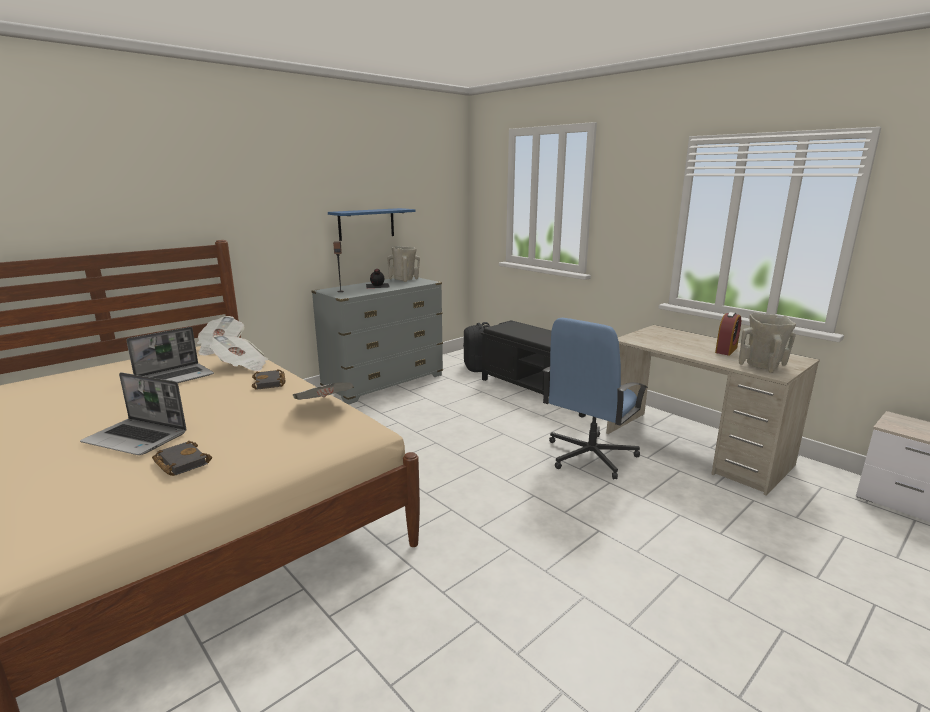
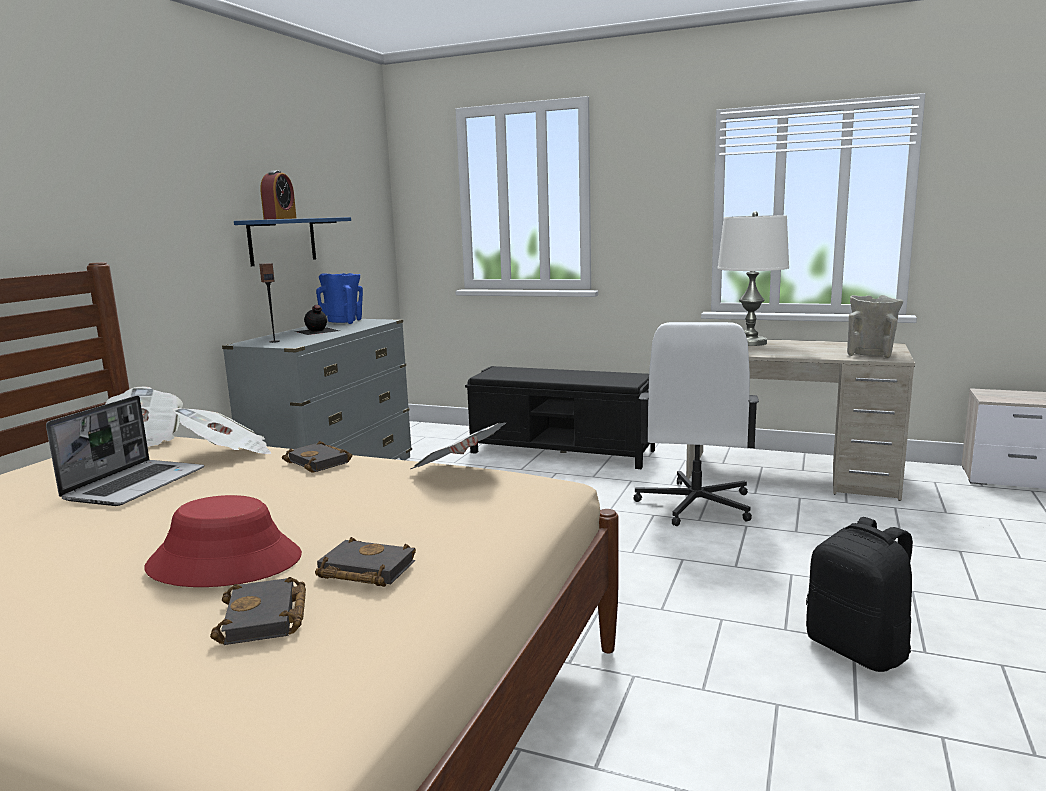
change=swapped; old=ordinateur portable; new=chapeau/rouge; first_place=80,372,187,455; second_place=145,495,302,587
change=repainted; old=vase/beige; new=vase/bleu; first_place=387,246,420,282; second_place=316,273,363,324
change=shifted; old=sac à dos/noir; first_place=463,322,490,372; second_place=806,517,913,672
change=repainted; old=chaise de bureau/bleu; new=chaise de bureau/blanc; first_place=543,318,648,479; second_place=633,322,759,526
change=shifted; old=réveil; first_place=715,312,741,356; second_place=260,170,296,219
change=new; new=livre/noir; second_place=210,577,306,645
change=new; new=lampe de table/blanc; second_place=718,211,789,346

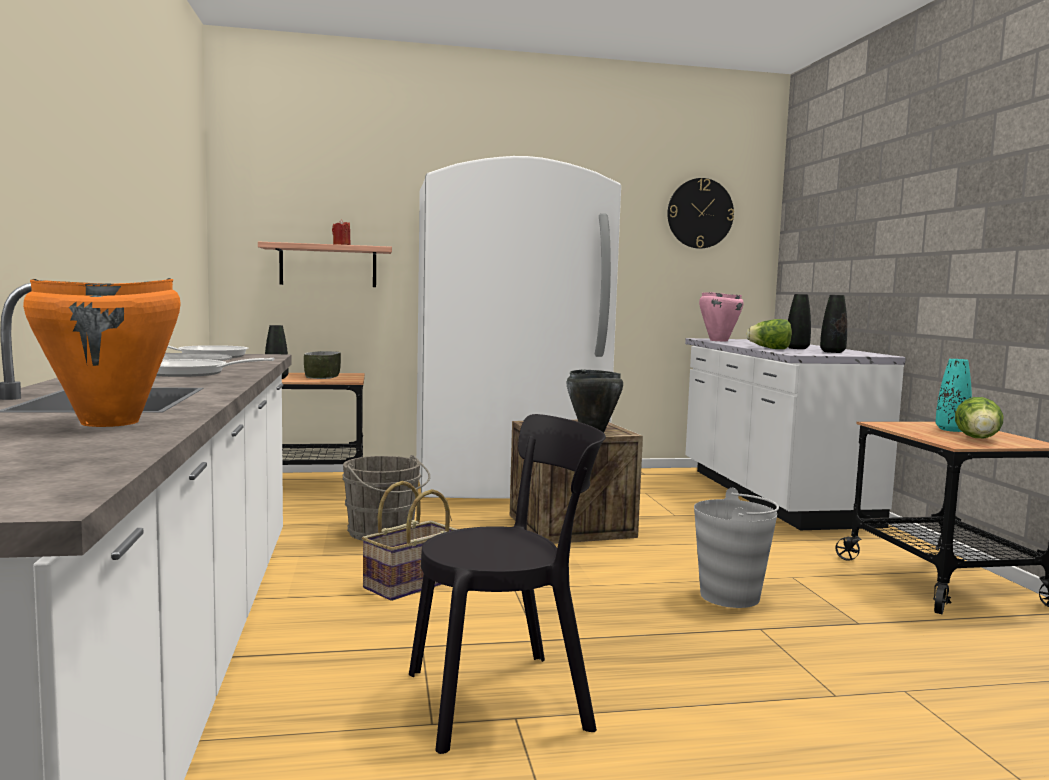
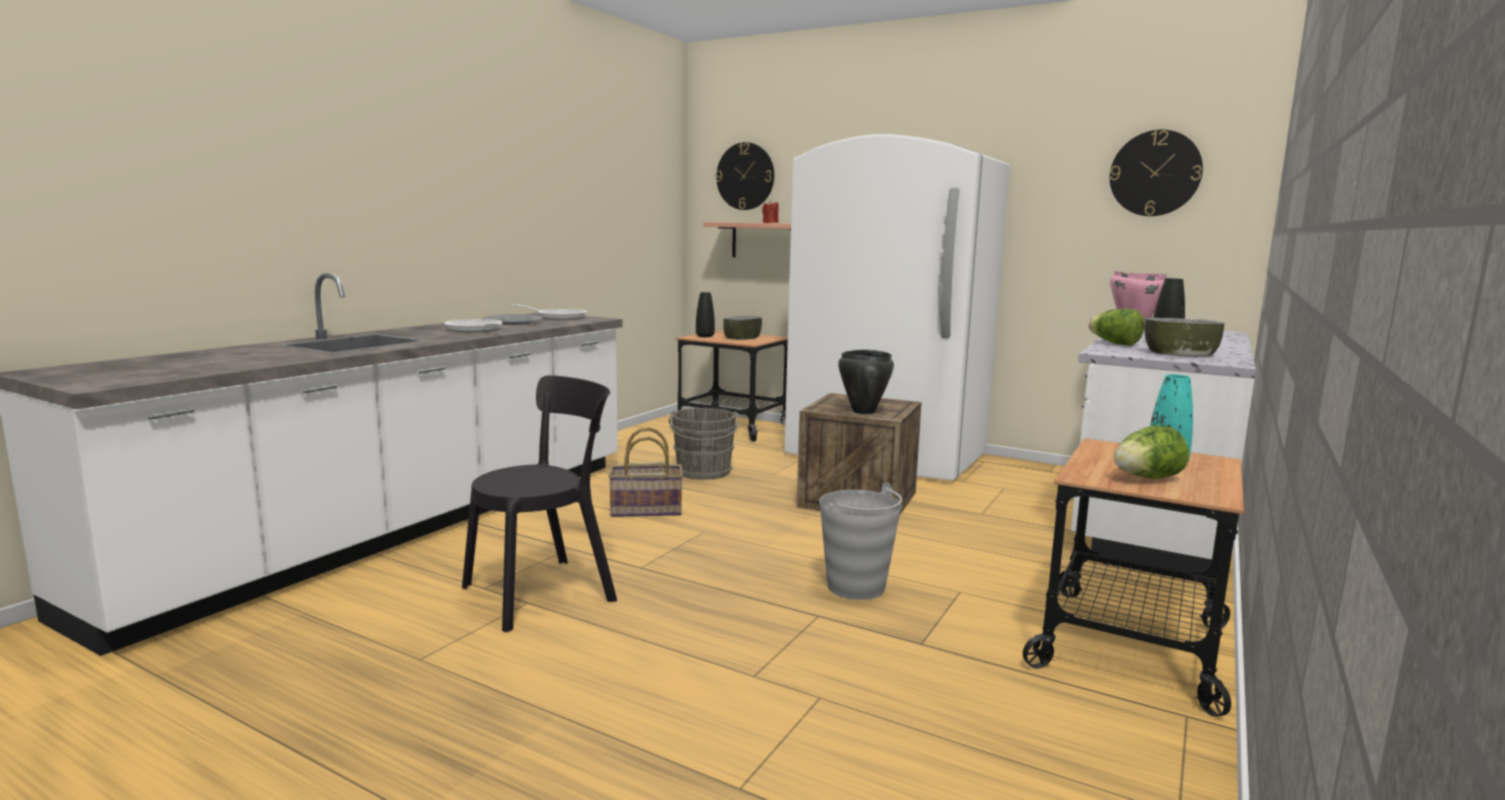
change=gone; old=marmite/orange; first_place=23,278,181,427
change=rotated; old=chaise/noir; first_place=409,414,606,754; second_place=462,375,617,632; degrees=-60
change=swapped; old=vase/noir; new=bol; first_place=820,295,847,353; second_place=1145,318,1225,357
change=new; new=horloge murale; second_place=716,142,774,210

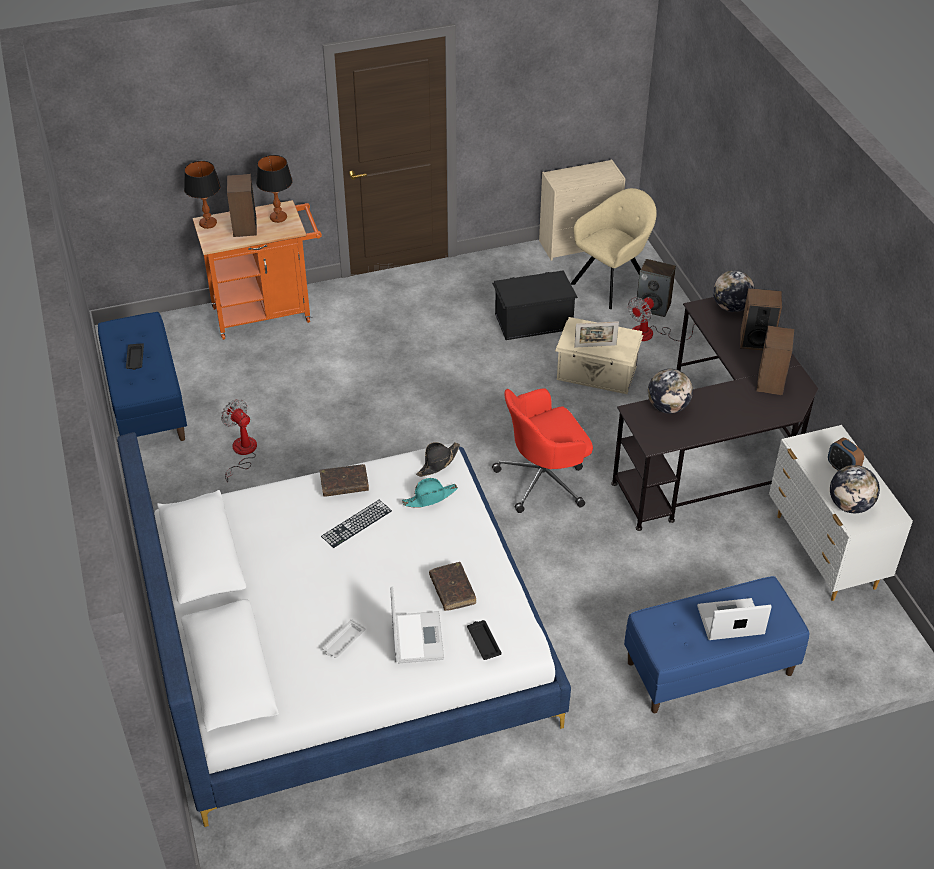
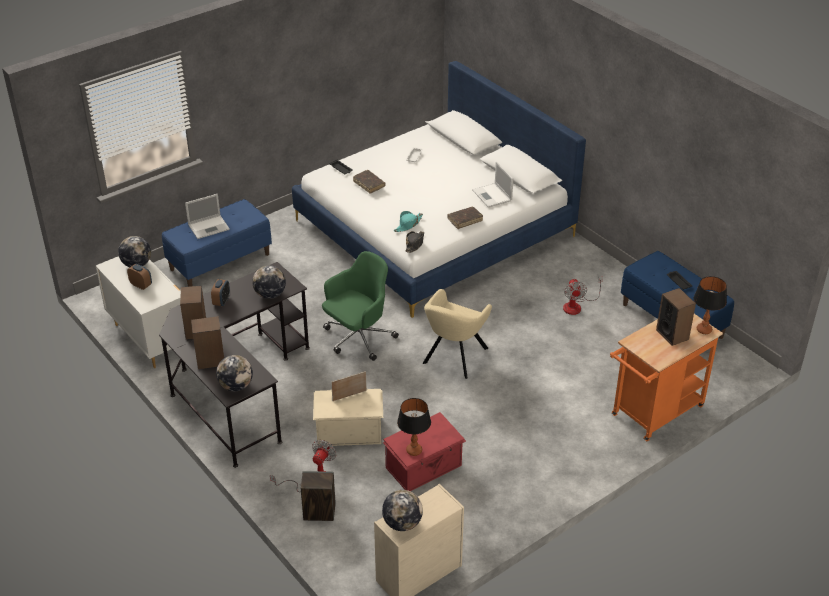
change=rotated; old=ventilateur; first_place=221,399,257,482; second_place=563,277,603,315; degrees=60
change=shifted; old=lampe de table; first_place=256,155,293,223; second_place=397,398,431,456
change=gone; old=clavier; first_place=321,500,392,548
change=shifted; old=ordinateur portable; first_place=390,586,444,663; second_place=472,162,513,208
change=repainted; old=boîte de rangement/noir; new=boîte de rangement/rouge; first_place=492,270,578,340; second_place=383,412,466,491
change=repainted; old=chaise de bureau/rouge; new=chaise de bureau/vert; first_place=492,388,593,513; second_place=322,251,399,361
change=shifted; old=fauteuil/beige; first_place=570,188,657,309; second_place=423,289,492,379
change=new; new=réveil; second_place=211,279,230,307
change=new; new=globe; second_place=382,490,423,531

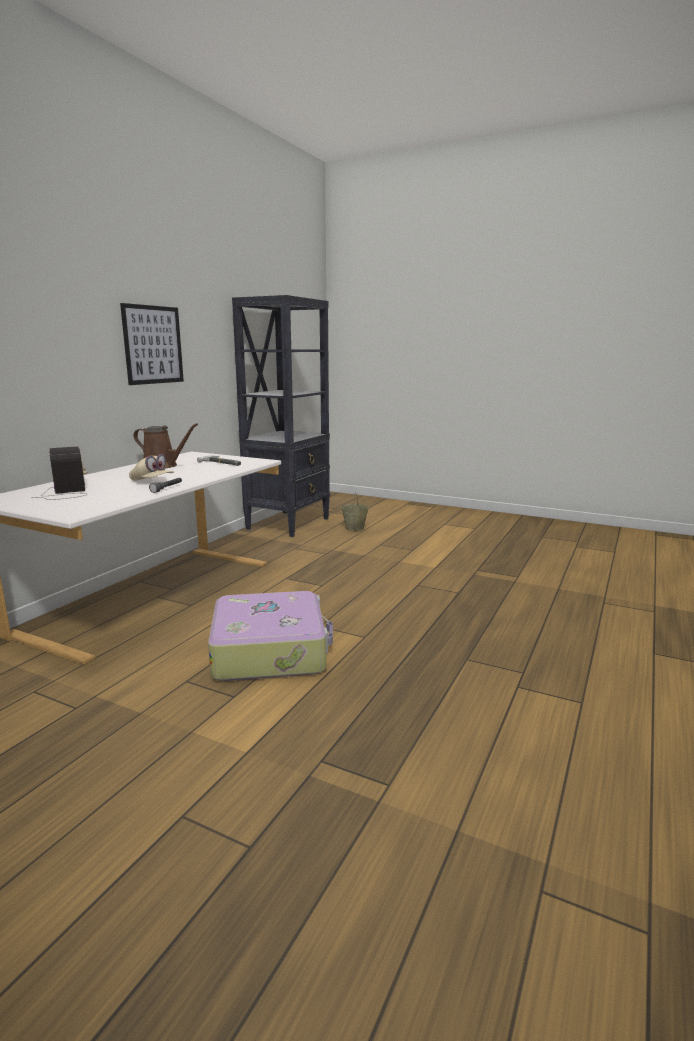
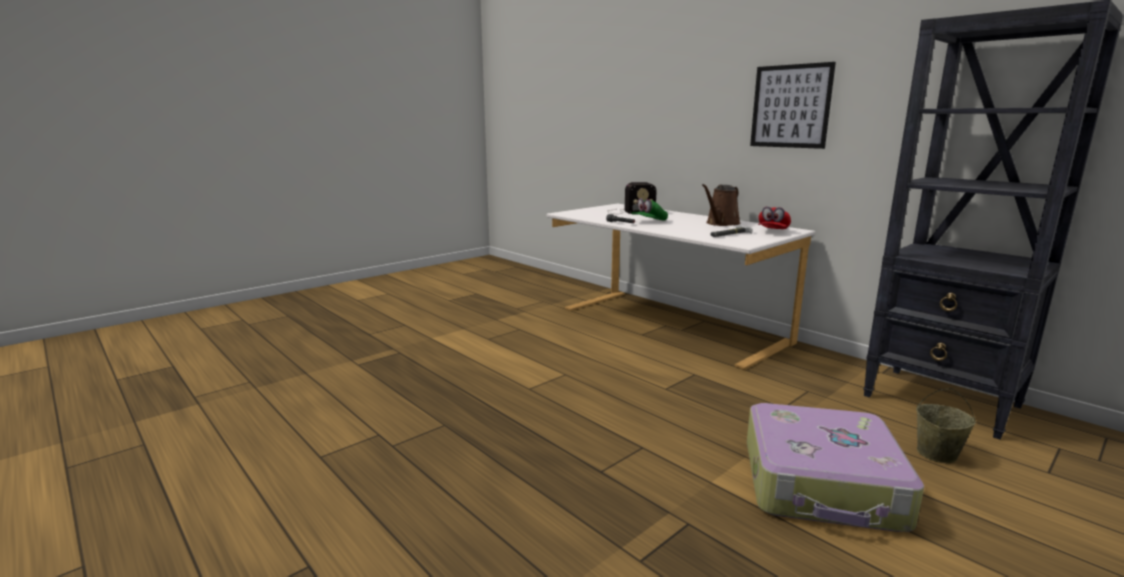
change=repainted; old=casquette/beige; new=casquette/vert; first_place=129,454,174,481; second_place=631,198,668,221
change=shifted; old=valise; first_place=208,591,333,681; second_place=747,403,924,532
change=new; new=casquette/rouge; second_place=758,206,791,229

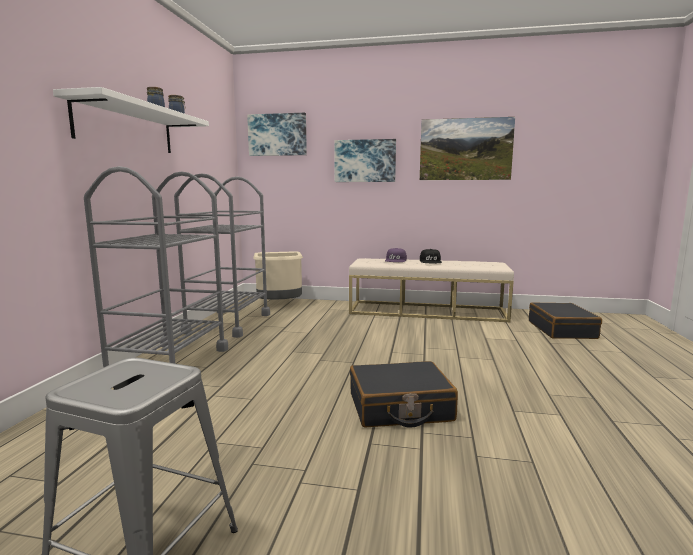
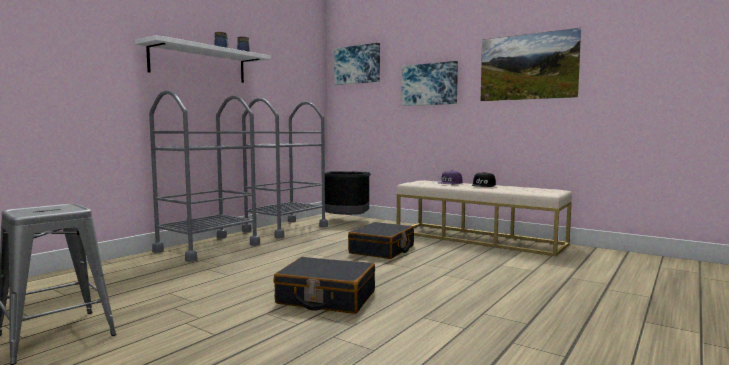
change=repainted; old=poubelle/beige; new=poubelle/noir; first_place=253,251,303,300; second_place=325,171,371,215
change=shifted; old=valise/noir; first_place=529,302,602,339; second_place=348,222,414,259

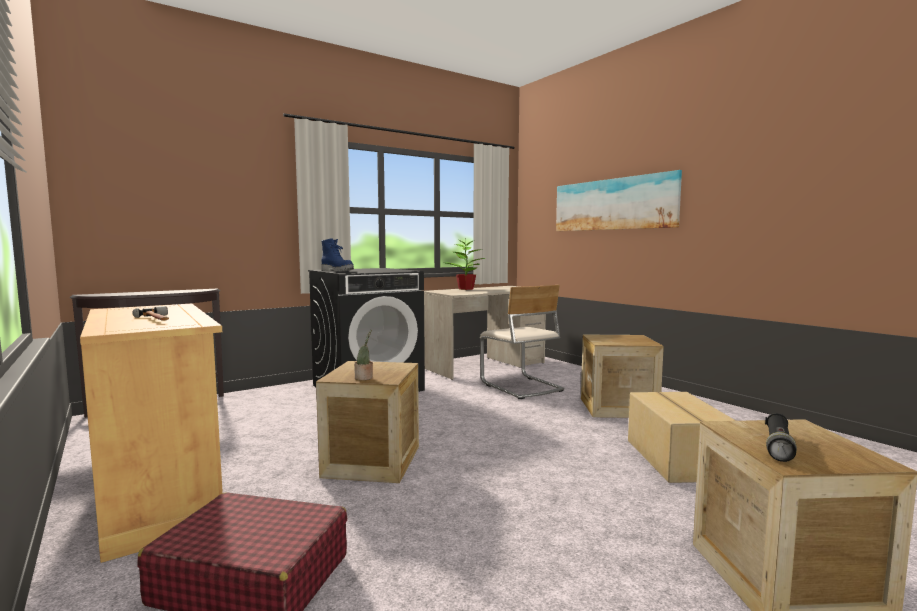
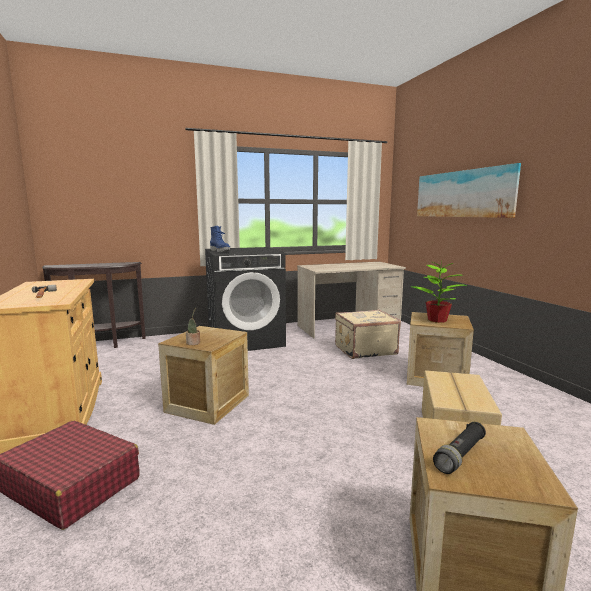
change=shifted; old=plante en pot; first_place=446,240,485,290; second_place=412,259,467,323
change=swapped; old=chaise/beige; new=valise/beige; first_place=480,285,565,399; second_place=335,310,401,359

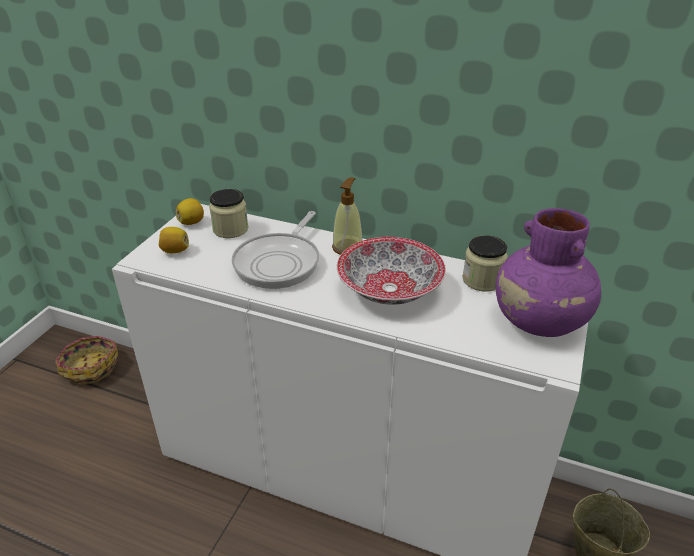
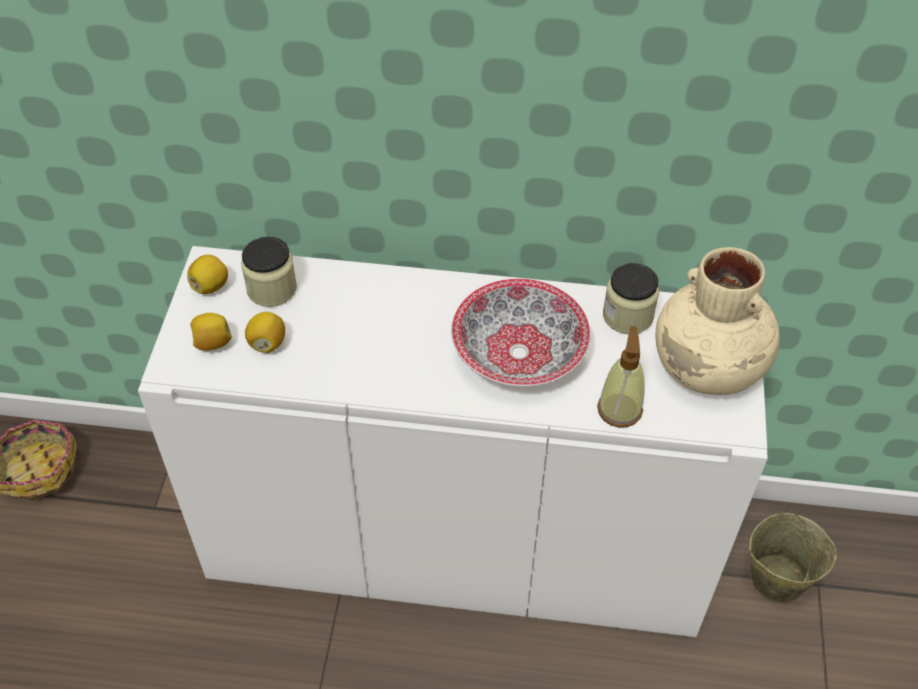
change=gone; old=poêle; first_place=232,211,319,289
change=shifted; old=distributeur de savon; first_place=332,177,362,255; second_place=597,326,645,428
change=repainted; old=vase/violet; new=vase/beige; first_place=496,208,601,337; second_place=656,247,780,395
change=new; new=citron; second_place=245,312,285,353

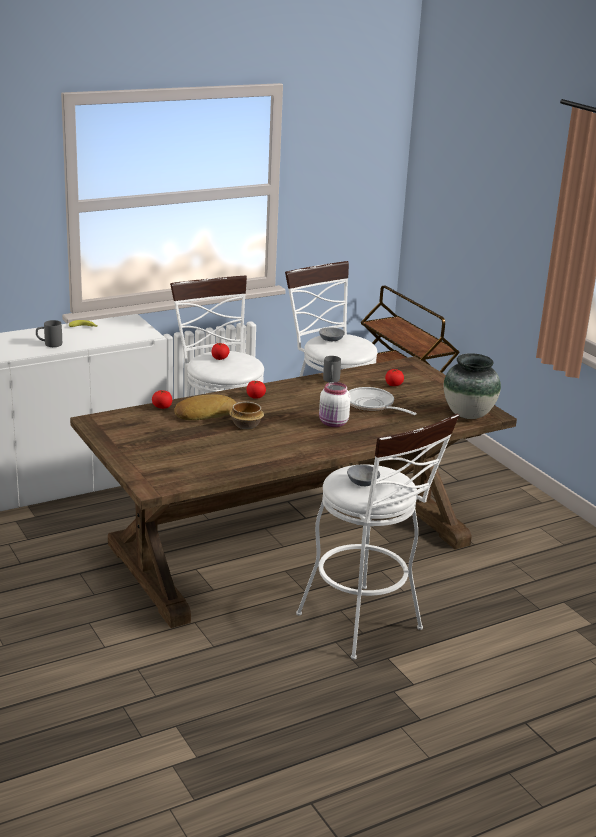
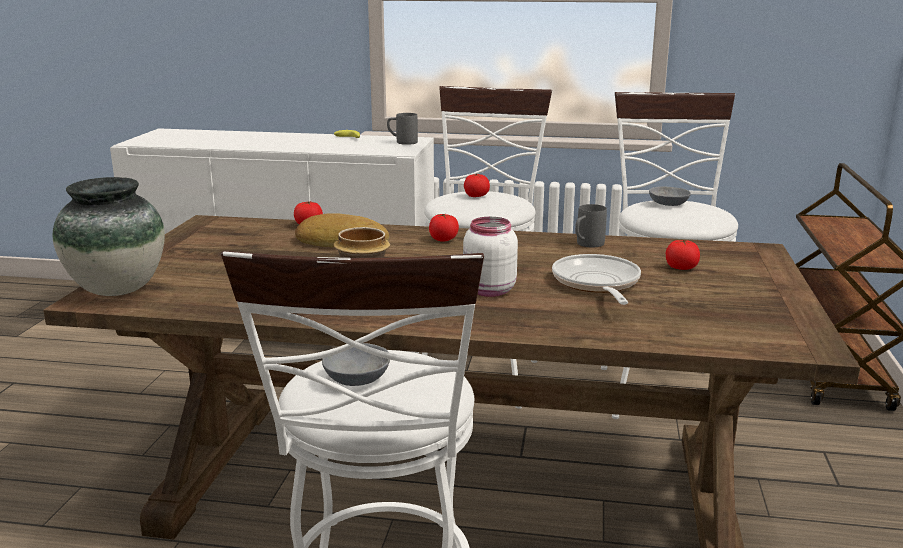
change=shifted; old=mug/gris; first_place=36,320,62,347; second_place=387,113,418,145
change=shifted; old=vase; first_place=443,353,501,419; second_place=53,177,165,296

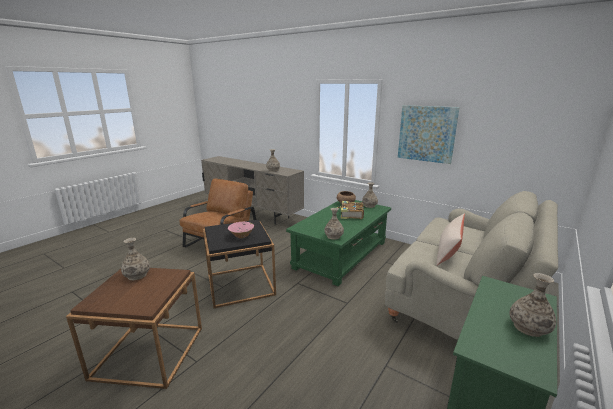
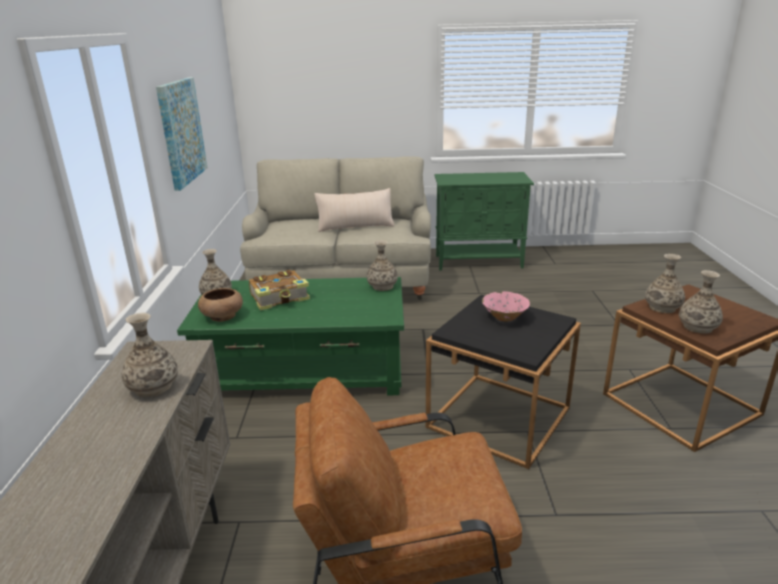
change=shifted; old=vase; first_place=509,273,556,337; second_place=645,254,685,313

